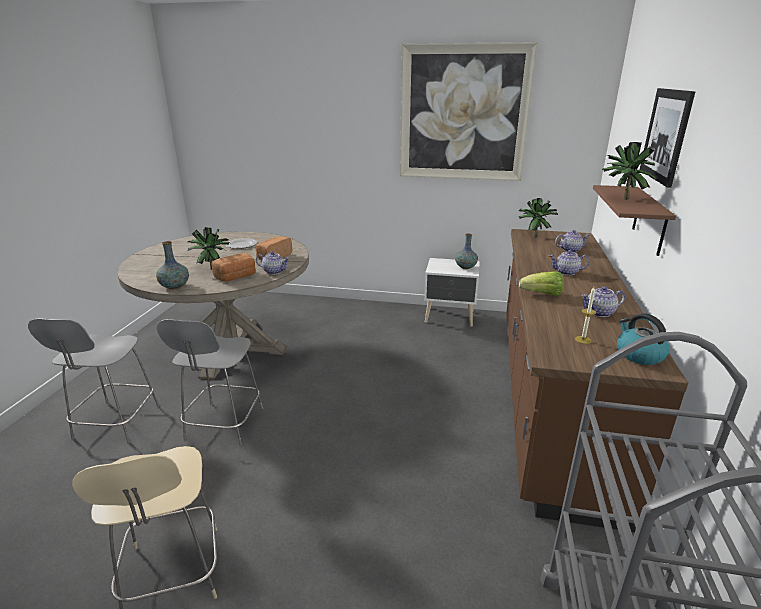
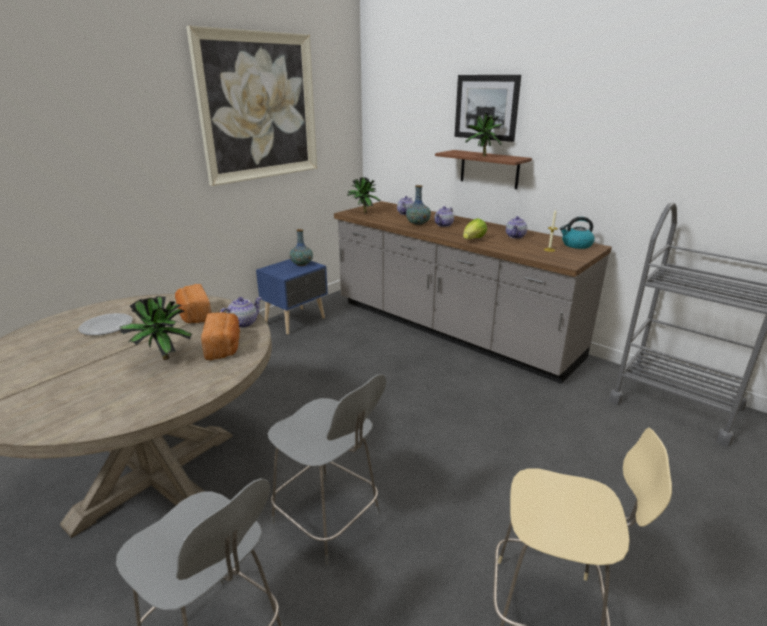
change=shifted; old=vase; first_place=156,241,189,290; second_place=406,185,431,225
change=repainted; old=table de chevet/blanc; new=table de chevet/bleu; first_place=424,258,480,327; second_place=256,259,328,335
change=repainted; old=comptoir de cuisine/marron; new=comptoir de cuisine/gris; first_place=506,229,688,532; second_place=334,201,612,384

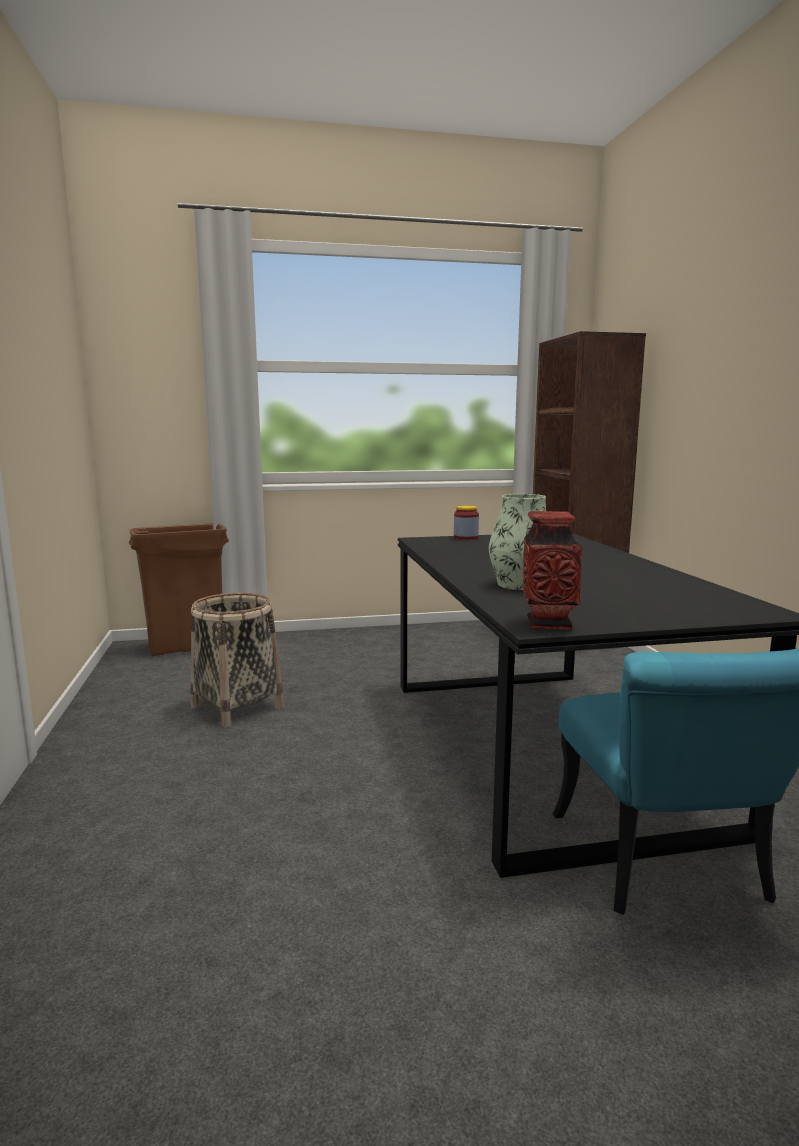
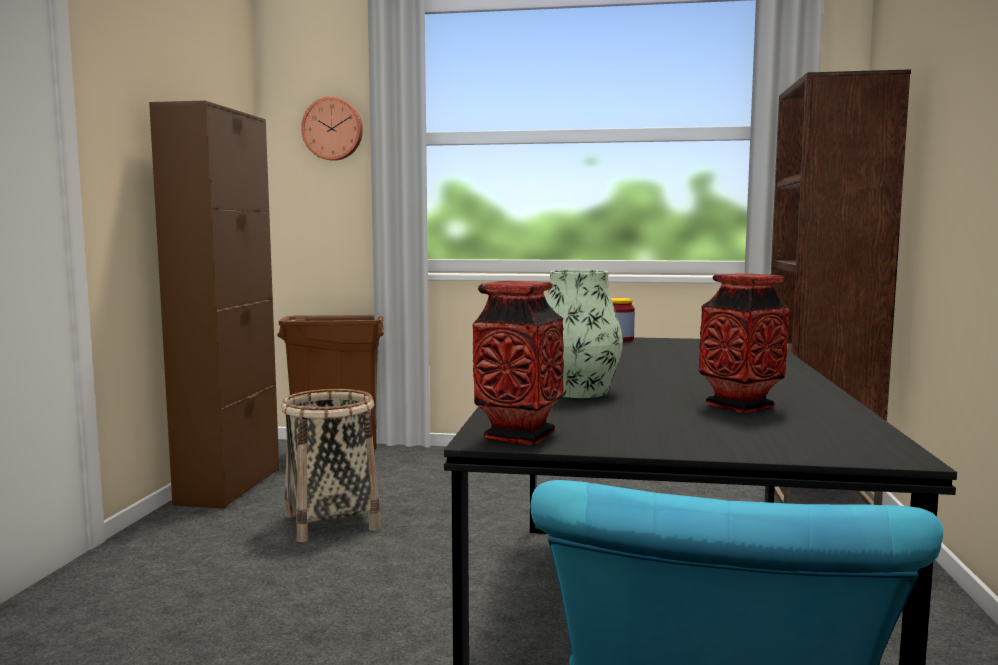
change=new; new=meuble de rangement/marron; second_place=149,101,279,509
change=new; new=horloge murale; second_place=301,97,363,161
change=new; new=vase; second_place=698,273,789,413

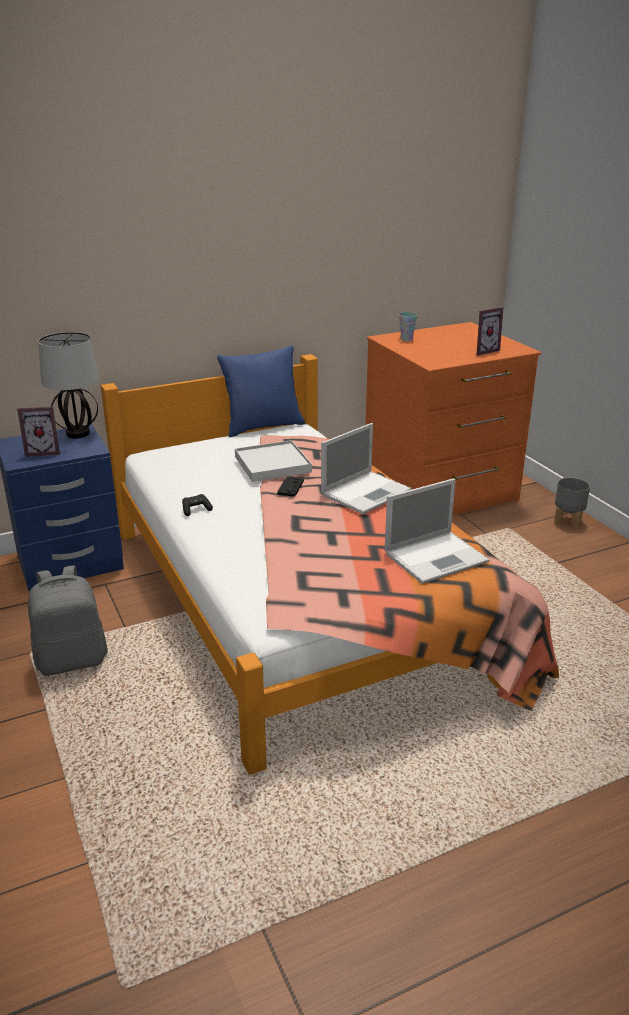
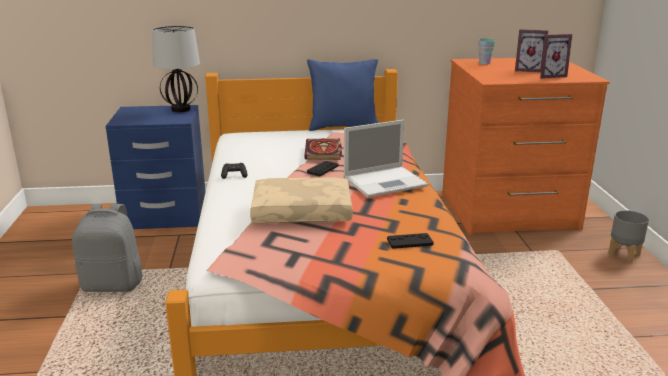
change=shifted; old=cadre photo; first_place=17,406,60,457; second_place=515,29,548,72
change=swapped; old=plateau/blanc; new=livre; first_place=235,440,312,482; second_place=304,138,342,160
change=swapped; old=ordinateur portable; new=manette/noir; first_place=385,478,490,584; second_place=387,233,433,249
change=new; new=coussin/beige; second_place=250,177,353,223

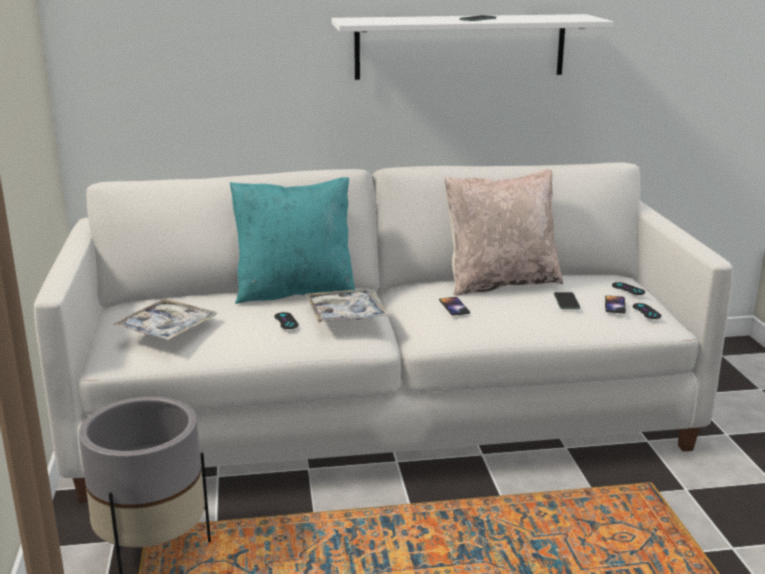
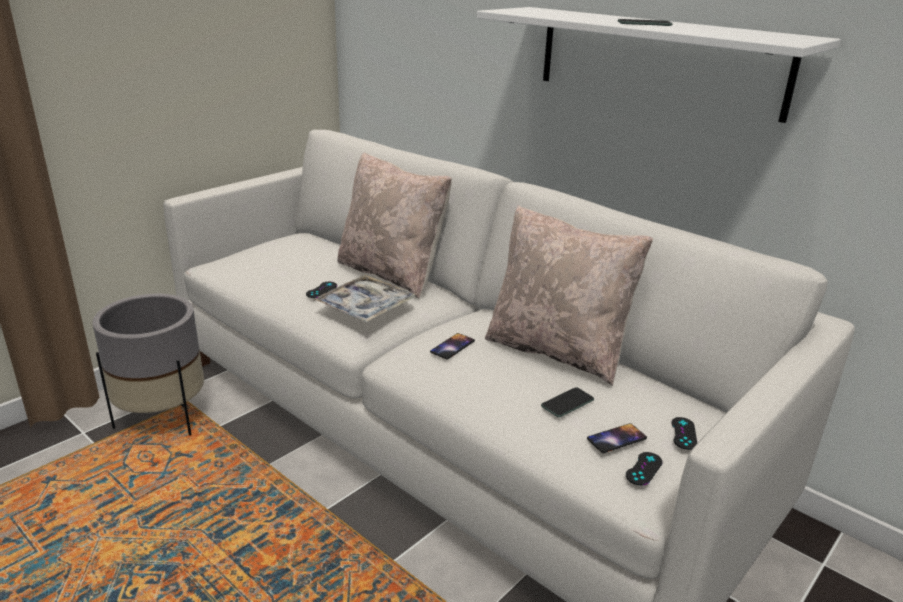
change=gone; old=plateau; first_place=113,299,217,340
change=repainted; old=coussin/turquoise; new=coussin/beige; first_place=230,177,355,304; second_place=337,152,452,298

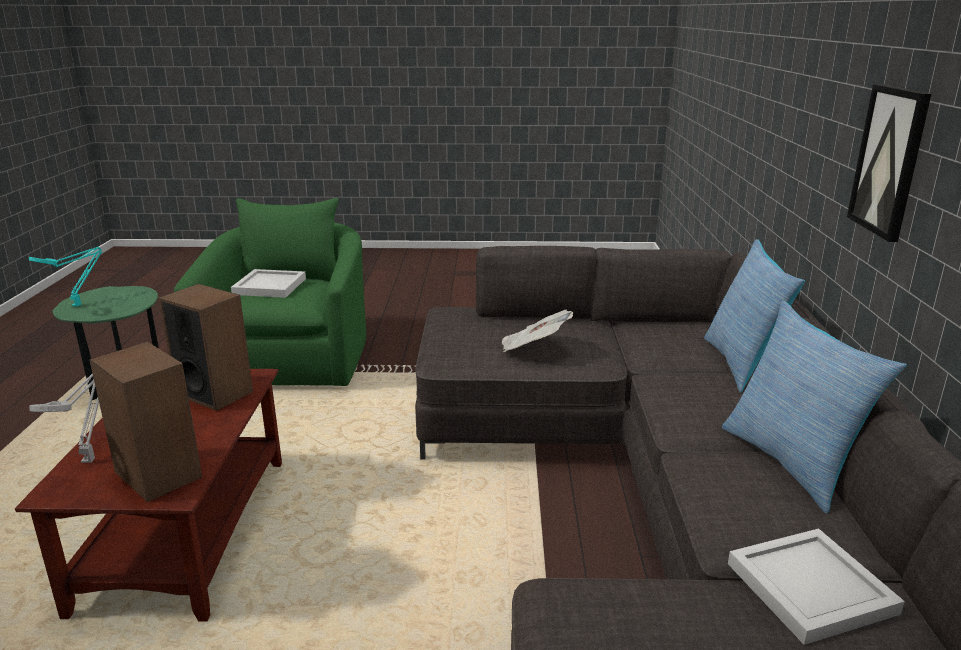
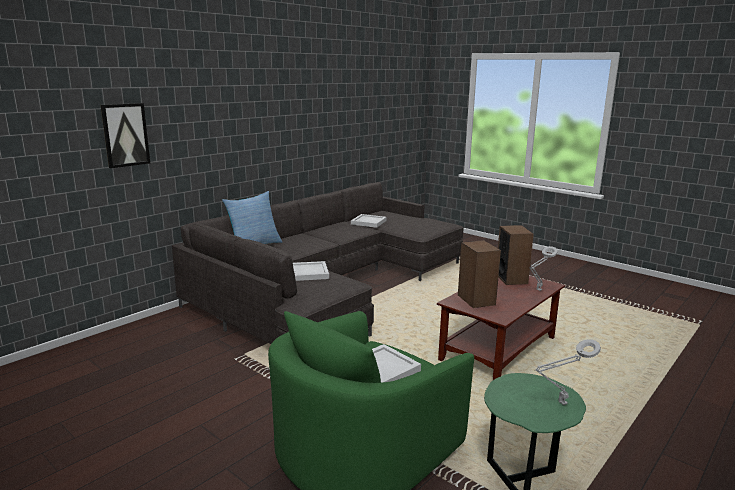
change=repainted; old=lampe de table/turquoise; new=lampe de table/gris; first_place=29,247,103,307; second_place=535,339,601,405
change=swapped; old=journal; new=plateau/blanc; first_place=502,309,573,352; second_place=293,261,329,281
change=gone; old=coussin; first_place=722,301,907,513
change=shifted; old=tableau; first_place=847,84,931,242; second_place=100,103,150,168

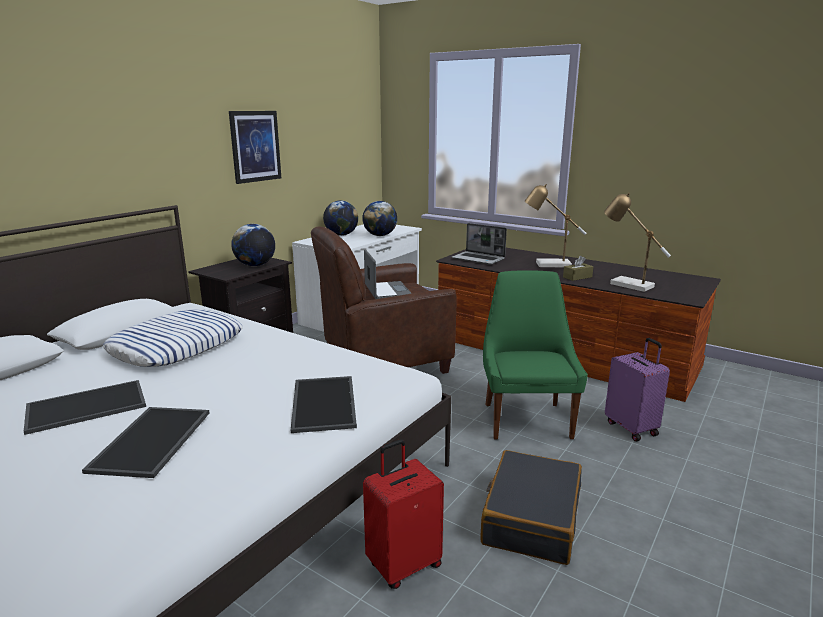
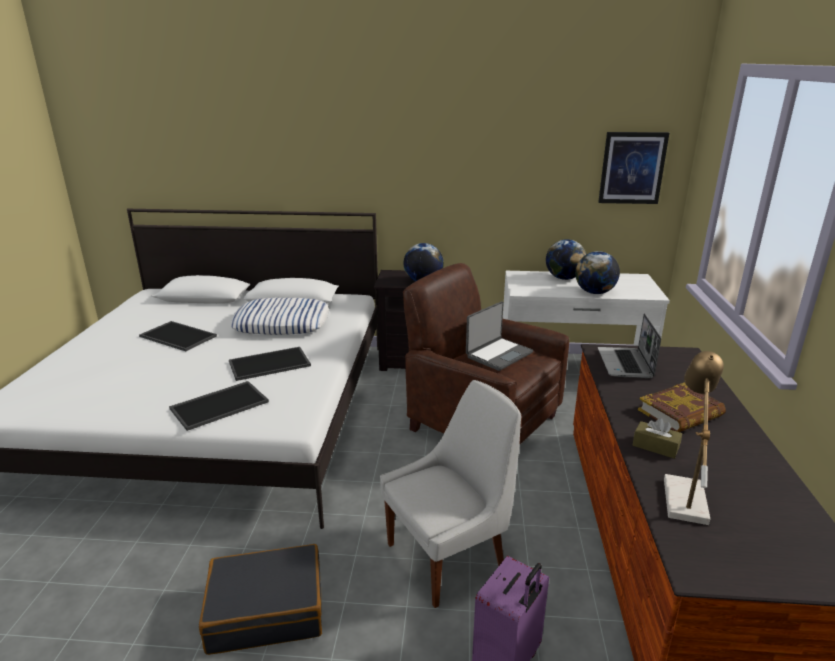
change=shifted; old=plateau; first_place=82,407,209,478; second_place=229,347,311,381
change=shifted; old=tableau; first_place=229,111,281,184; second_place=598,132,669,204
change=gone; old=valise/rouge; first_place=363,439,444,589
change=repainted; old=chaise/vert; new=chaise/blanc; first_place=483,270,588,439; second_place=380,380,521,608
change=swapped; old=lampe de table; new=livre; first_place=524,184,586,267; second_place=638,383,726,432

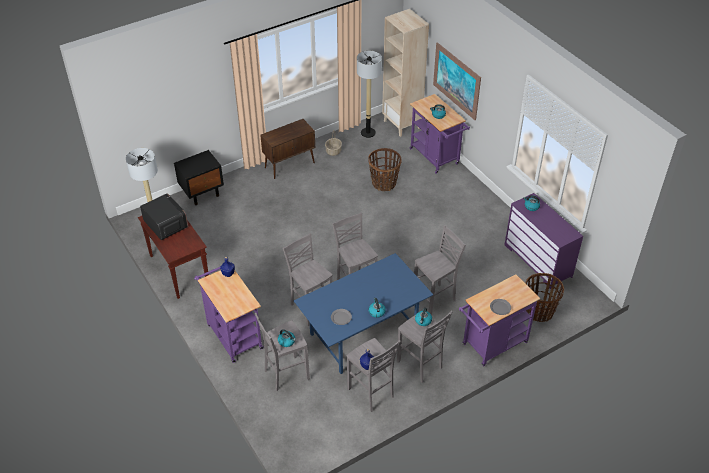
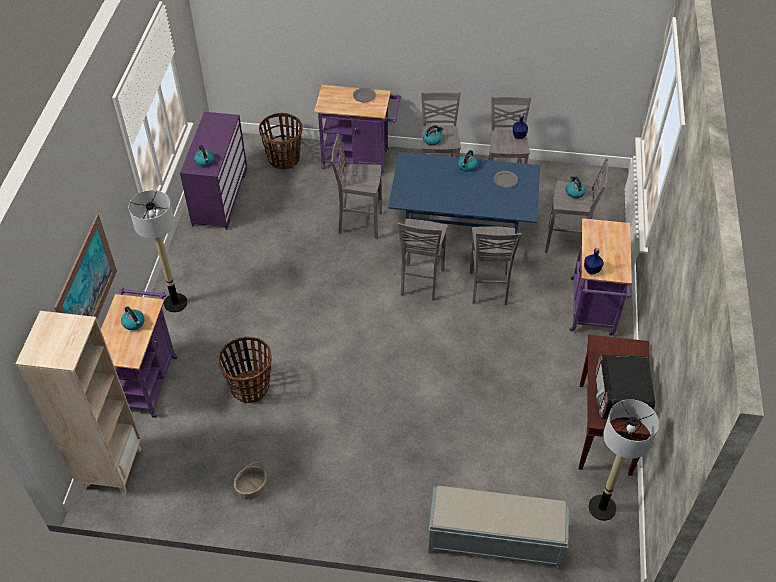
change=swapped; old=table de chevet/noir; new=banc/gris; first_place=174,150,224,205; second_place=428,486,569,570
change=gone; old=meuble de rangement/marron; first_place=260,119,315,179
change=shifted; old=lampadaire; first_place=357,51,382,138; second_place=129,190,187,313

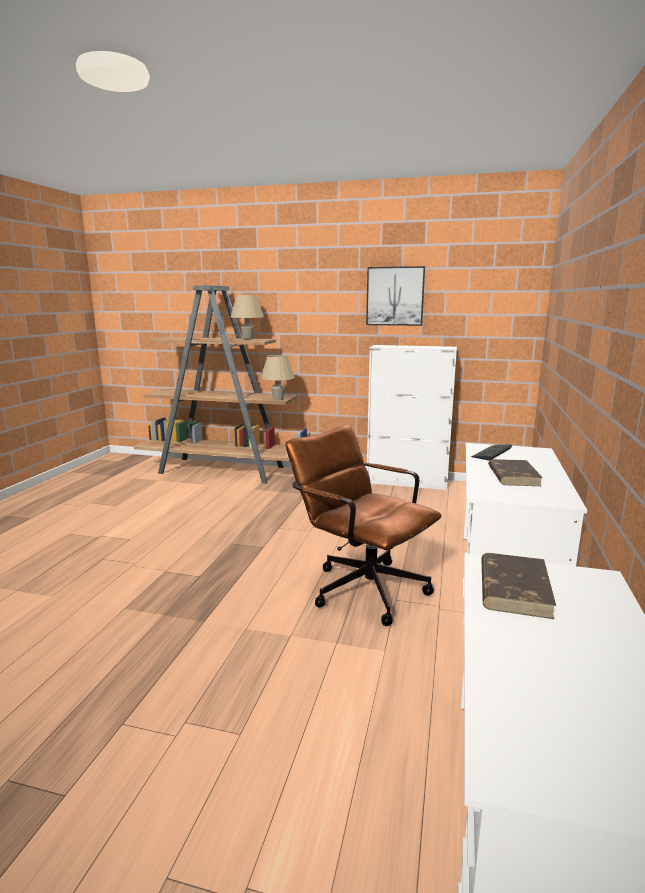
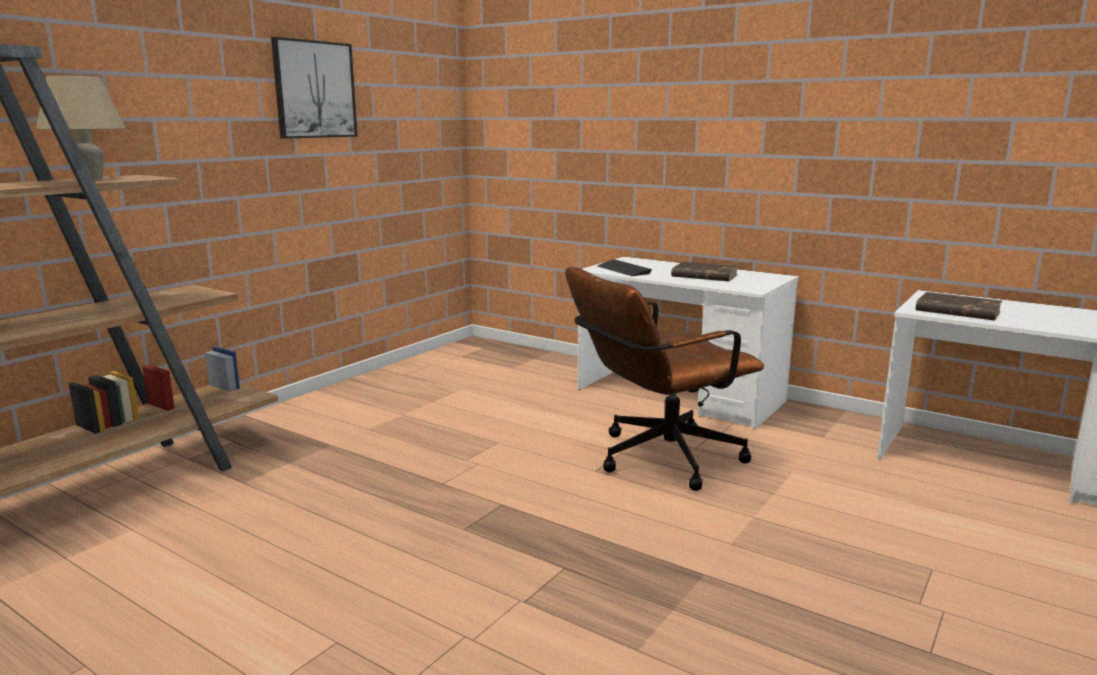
change=gone; old=lampe de table/beige; first_place=261,355,295,400
change=gone; old=meuble de rangement/blanc; first_place=367,345,457,490

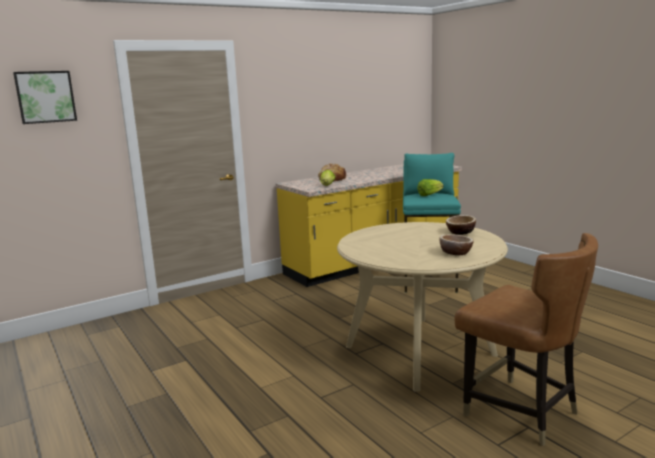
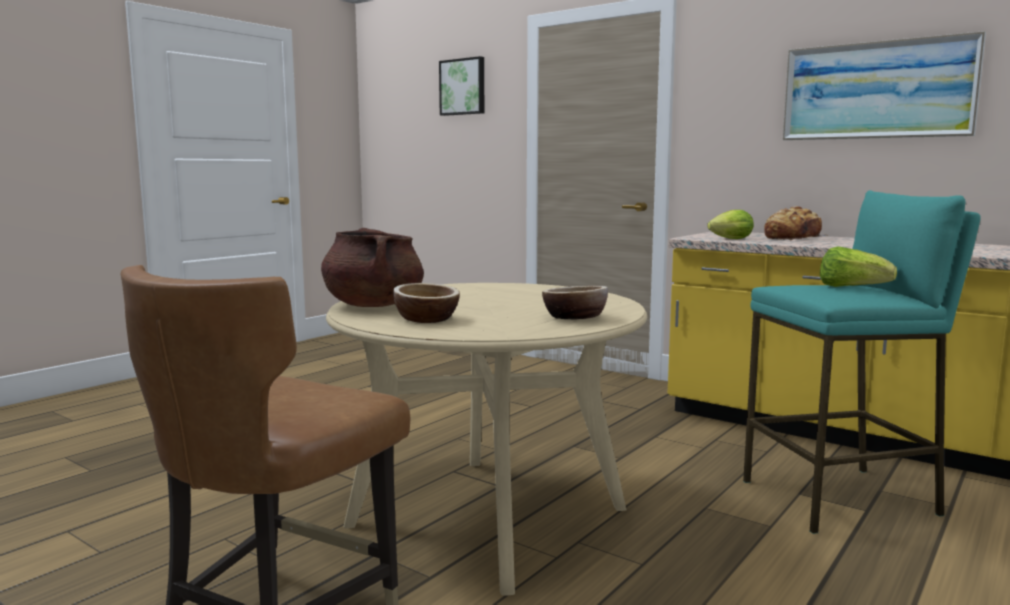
change=new; new=marmite/marron; second_place=321,228,424,307
change=new; new=tableau; second_place=783,31,986,140

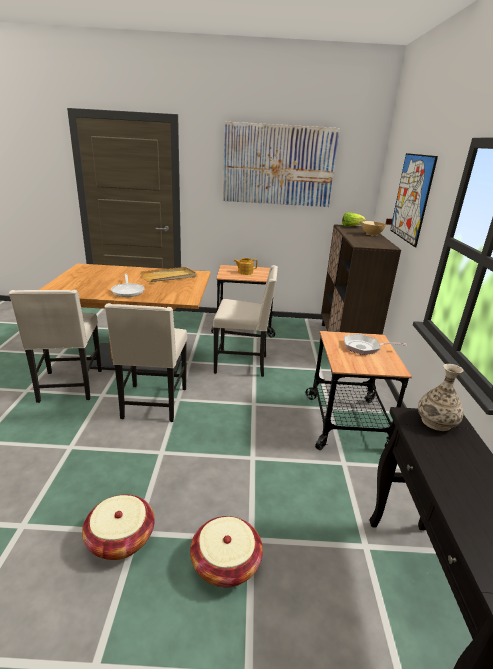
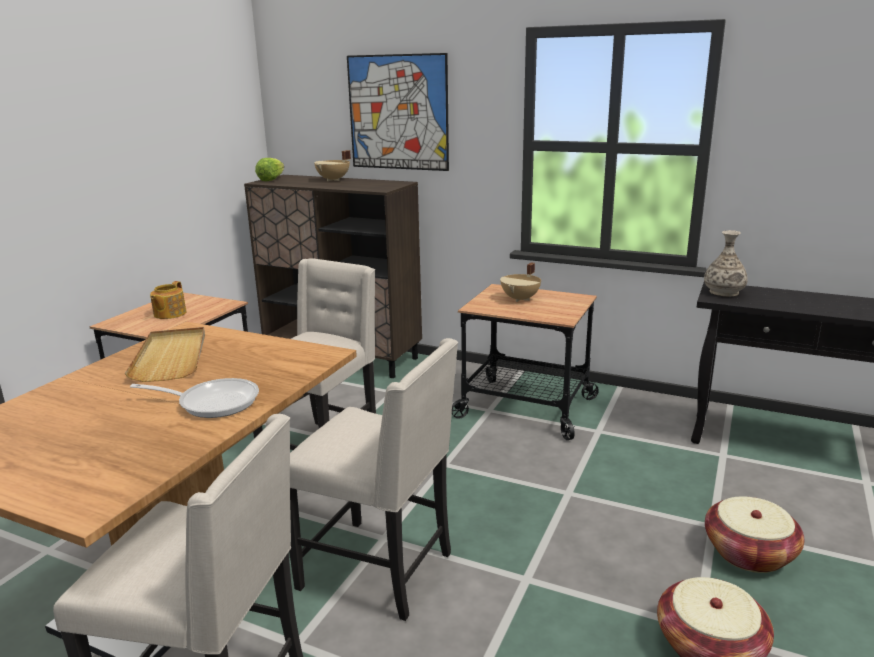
change=gone; old=tableau; first_place=223,122,340,207
change=swapped; old=poêle; new=marmite/beige; first_place=344,334,407,355; second_place=500,262,541,302

